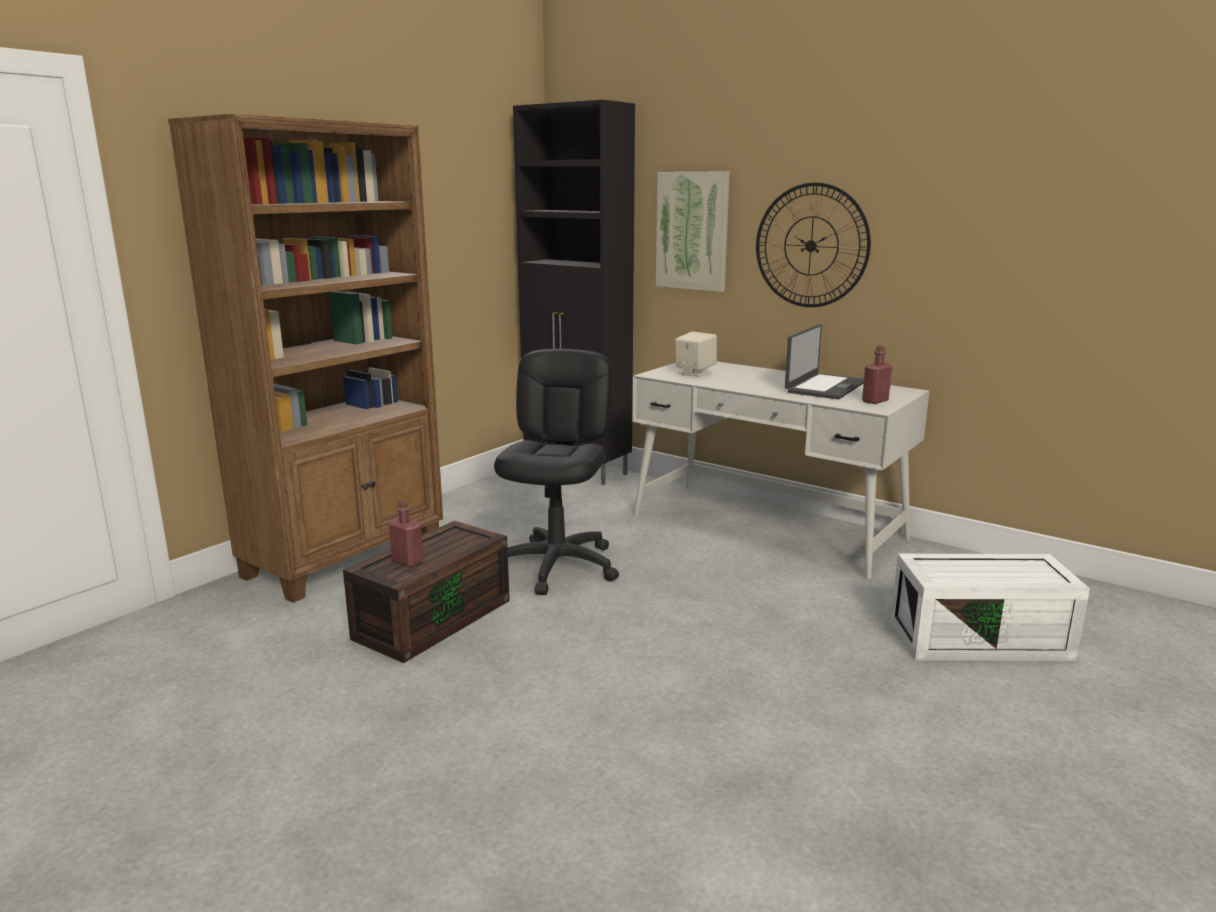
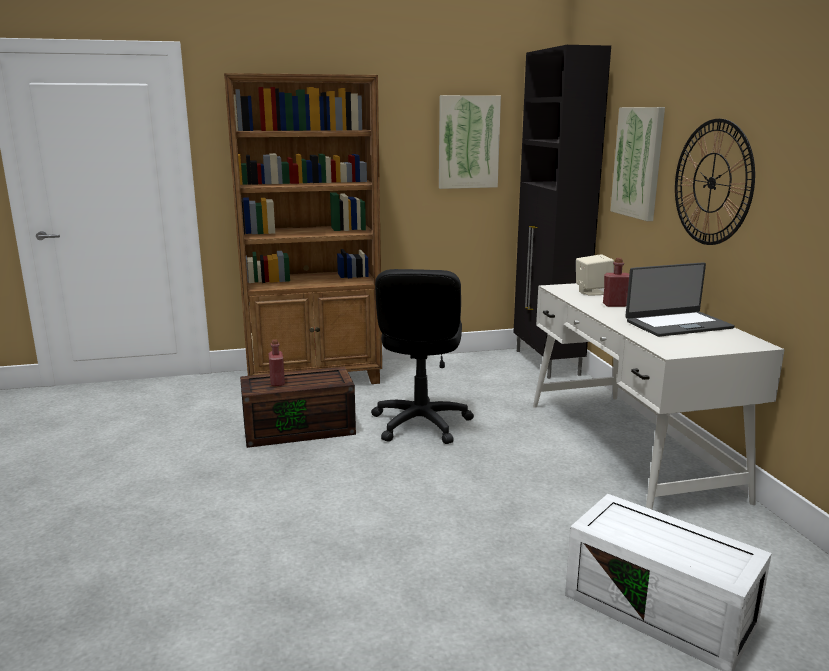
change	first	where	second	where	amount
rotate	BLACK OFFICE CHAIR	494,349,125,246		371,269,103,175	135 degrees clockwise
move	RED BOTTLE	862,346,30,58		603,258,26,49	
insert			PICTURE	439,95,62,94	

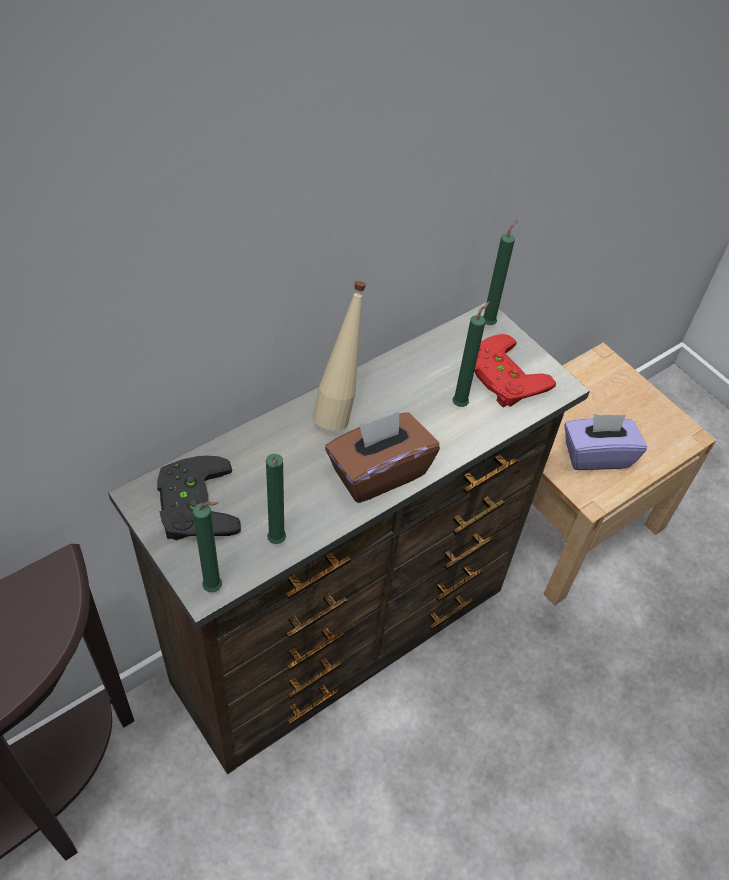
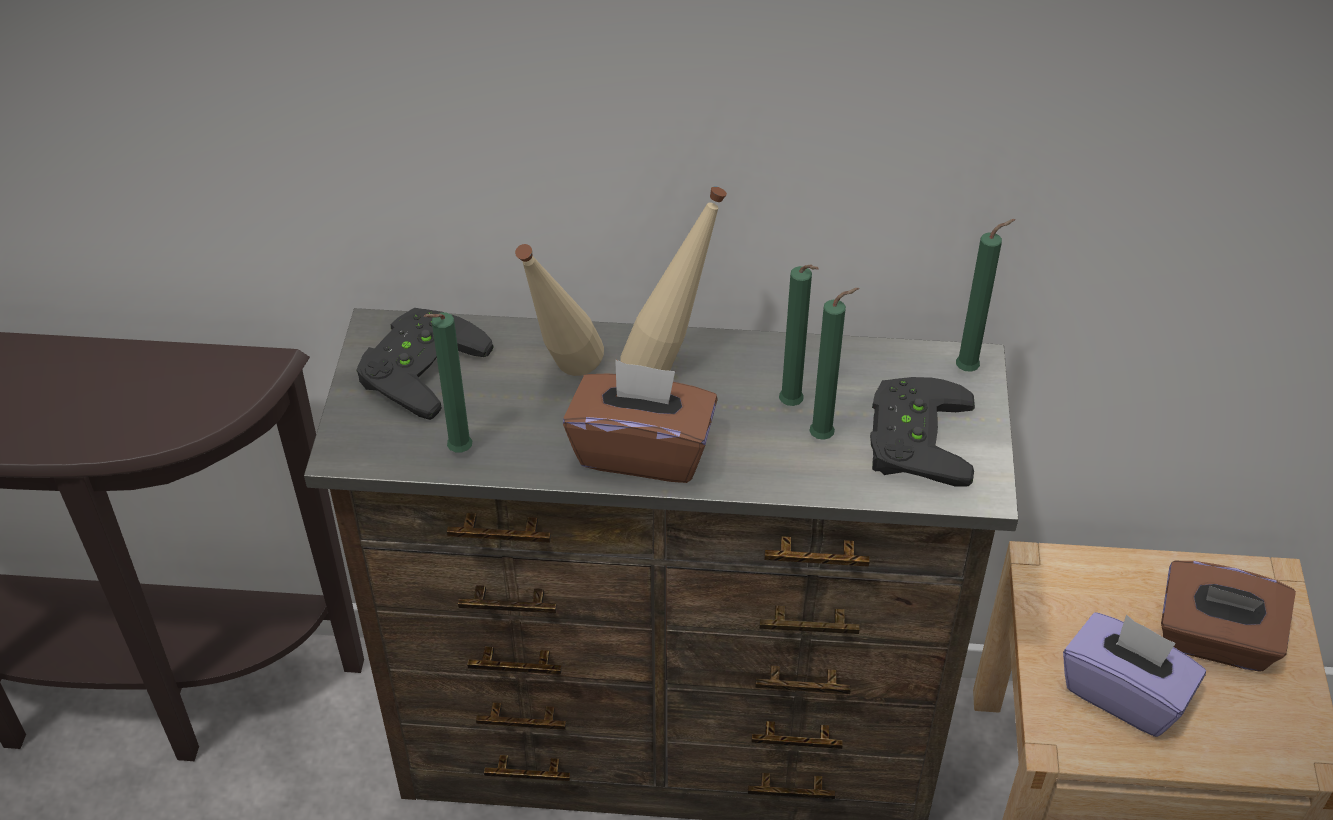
change	first	where	second	where	amount
move	GREEN CANDLE	193,501,29,91		779,264,40,142	
recolor	RED GAME CONTROLLER	474,334,82,73	BLACK GAME CONTROLLER	870,377,105,109	
insert			BEIGE BOTTLE	515,244,89,132	
insert			BROWN TISSUE BOX	1161,561,135,111	

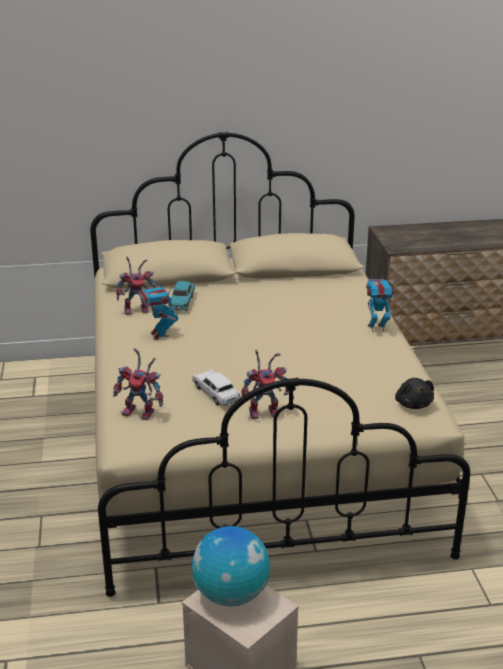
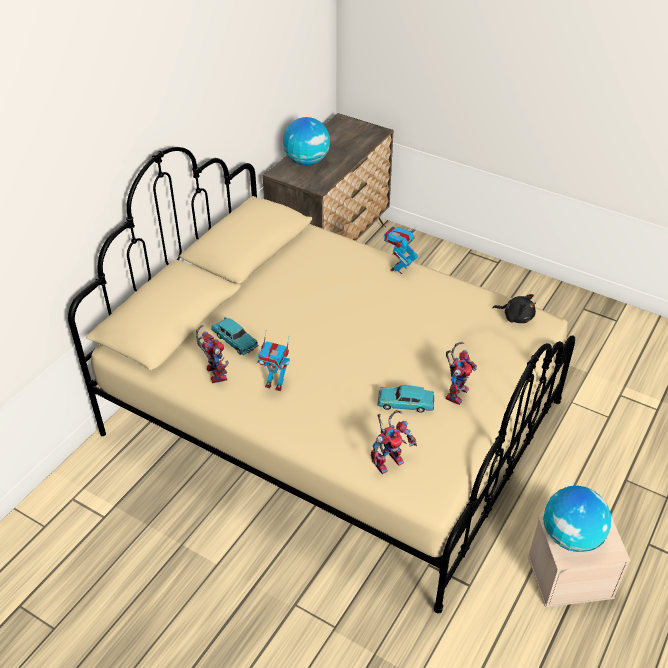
change	first	where	second	where	amount
rotate	TOY ROBOT	116,256,41,59		196,325,33,58	45 degrees counterclockwise
recolor	WHITE TOY CAR	192,369,49,37	TURQUOISE TOY CAR	377,385,57,28	
insert			GLOBE	283,117,47,48	

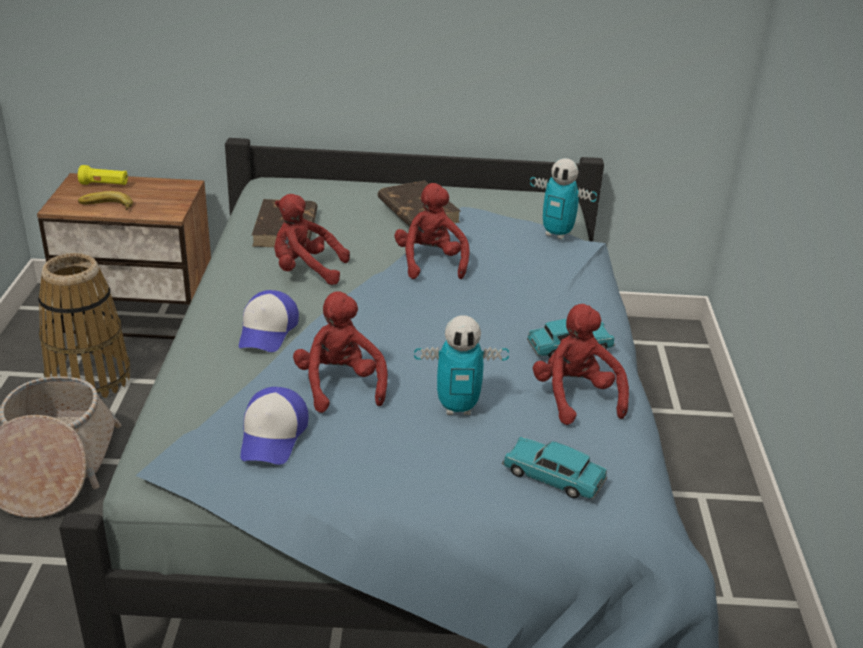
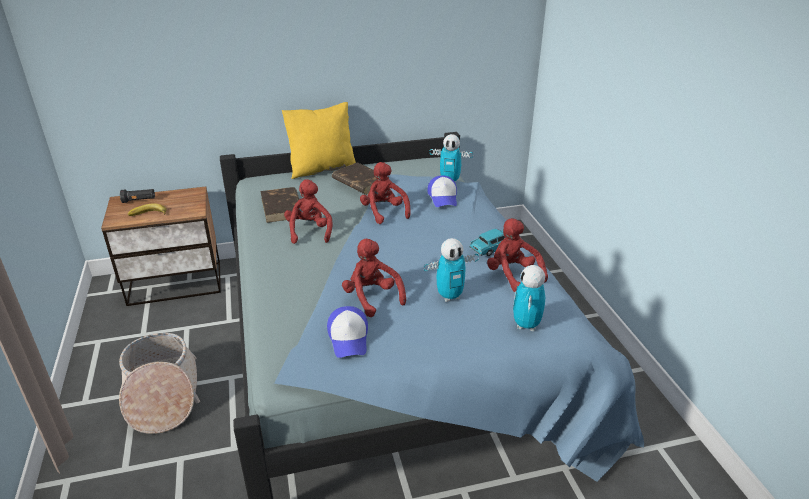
change	first	where	second	where	amount
delete	BASKET	38,253,93,145			
recolor	YELLOW FLASHLIGHT	78,165,50,20	BLACK FLASHLIGHT	120,189,35,14	
move	CAP	239,290,60,62		427,176,30,31	
rotate	RED PLUSH TOY	274,194,76,91		284,179,49,65	90 degrees clockwise
replace	TURQUOISE TOY CAR	502,437,105,63	TOY ROBOT	513,265,32,66	
insert			YELLOW PILLOW	282,102,74,77	

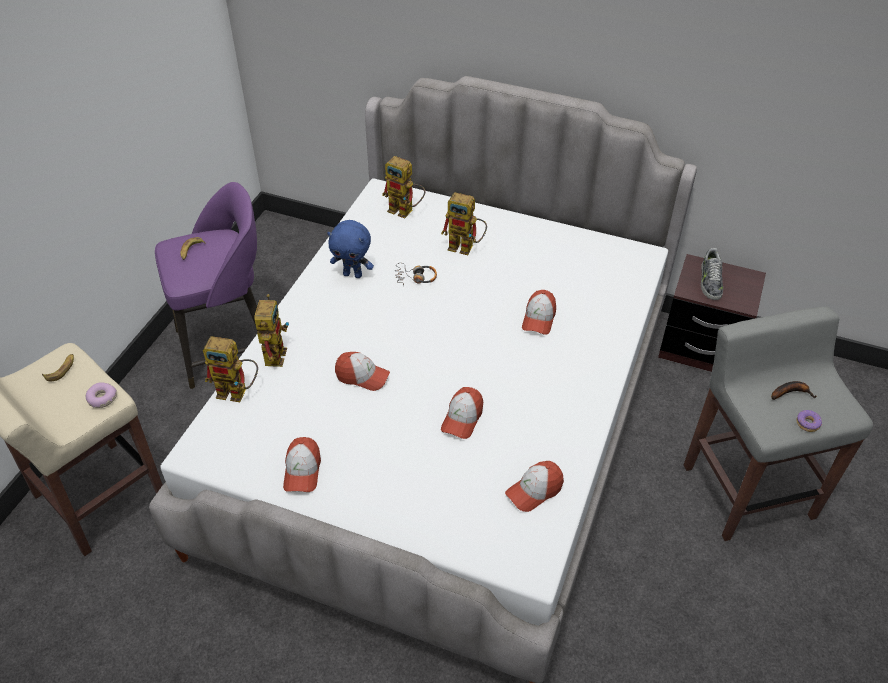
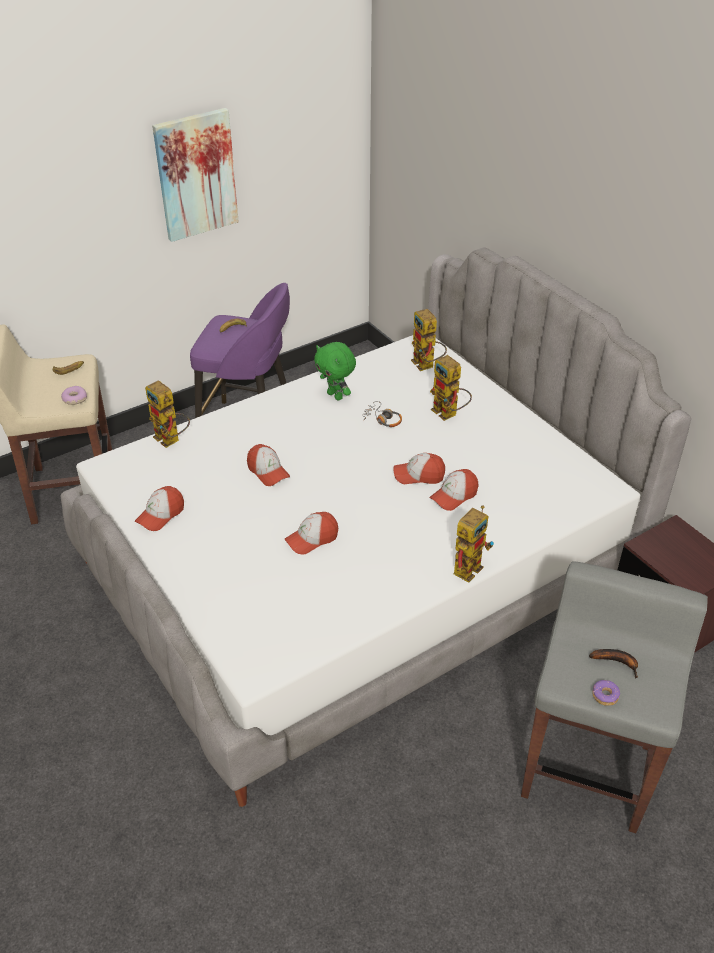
change	first	where	second	where	amount
move	TOY ROBOT	255,294,34,73		454,505,40,78	
recolor	BLUE PLUSH TOY	327,220,47,58	GREEN PLUSH TOY	314,342,42,58	
move	CAP	505,461,59,51		393,453,52,31	
delete	SHOE	701,248,22,52			
insert			PICTURE	152,108,87,134	

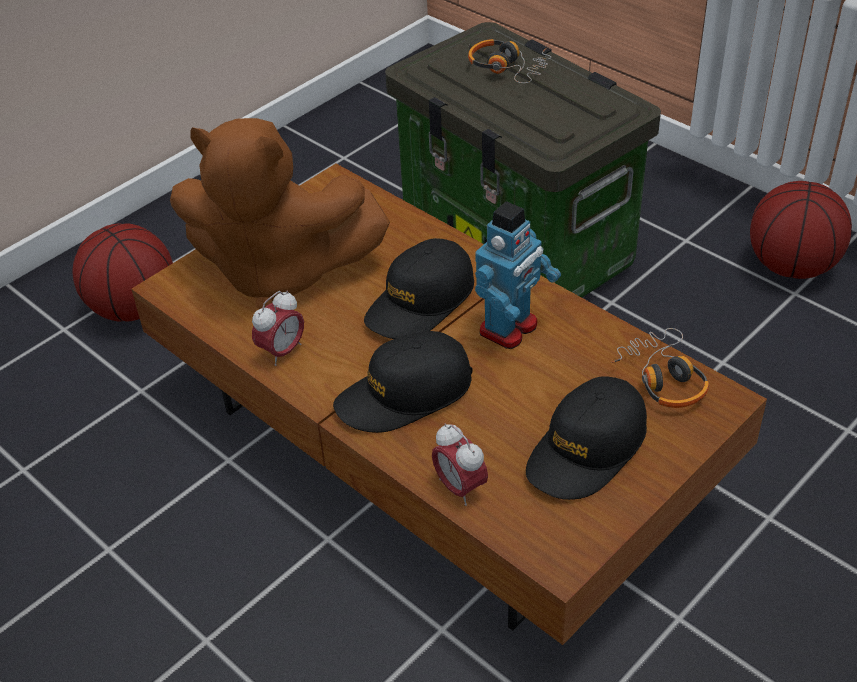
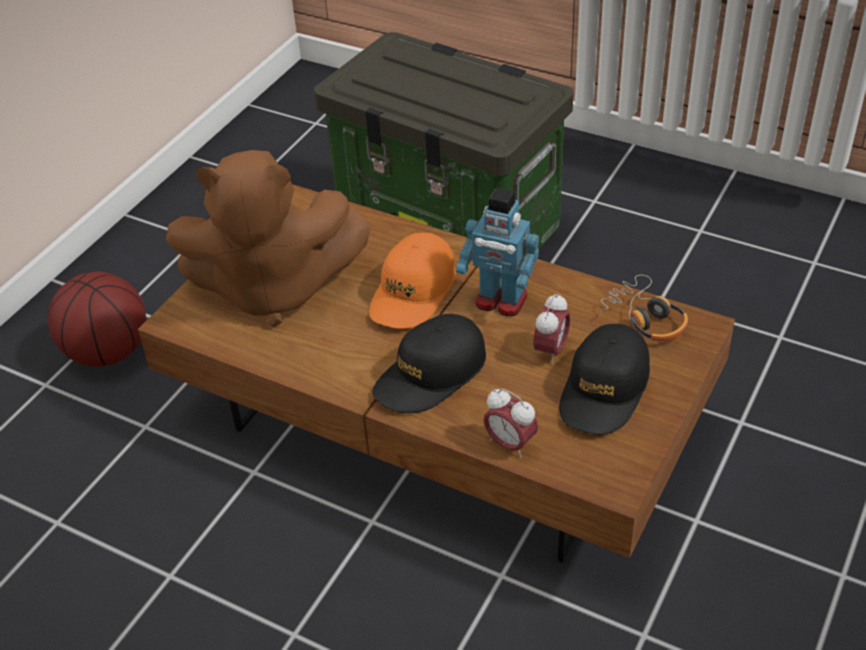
change	first	where	second	where	amount
move	ALARM CLOCK	252,290,52,76		533,293,37,71	
recolor	BLACK CAP	364,238,110,101	ORANGE CAP	369,233,87,96	
delete	HEADPHONES	468,39,83,44			
rotate	TOY ROBOT	475,201,86,148		456,187,83,129	90 degrees clockwise
delete	BASKETBALL	750,181,102,98			

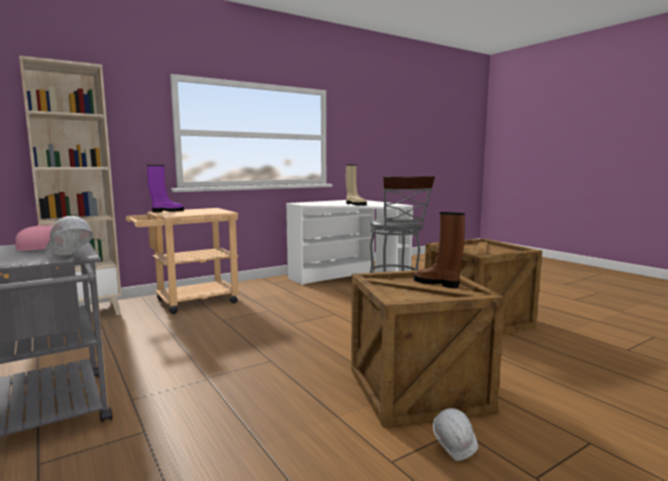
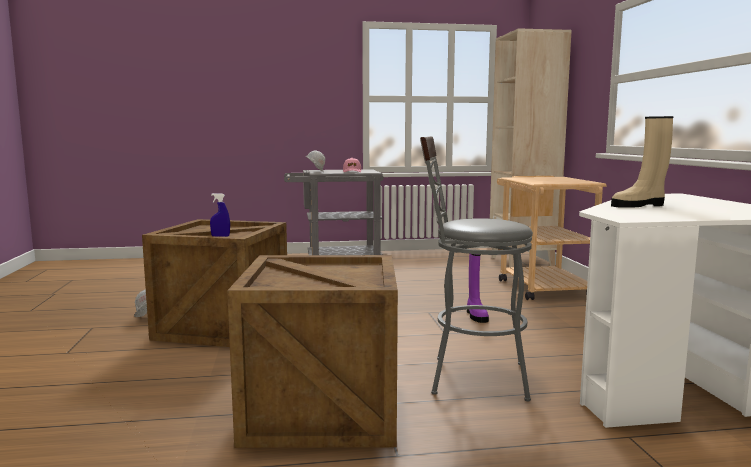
change	first	where	second	where	amount
move	PURPLE BOOT	147,165,37,48		467,254,22,69	
replace	BROWN BOOT	414,212,51,76	BLUE SPRAY BOTTLE	210,193,20,44	

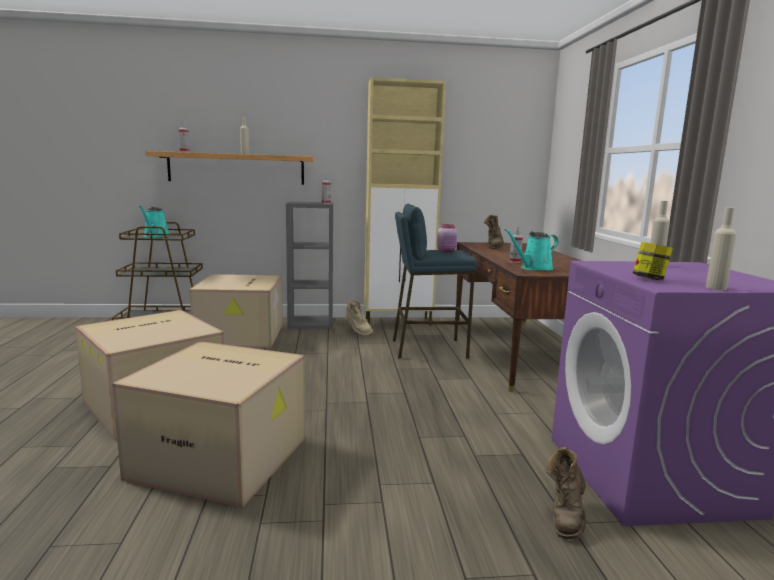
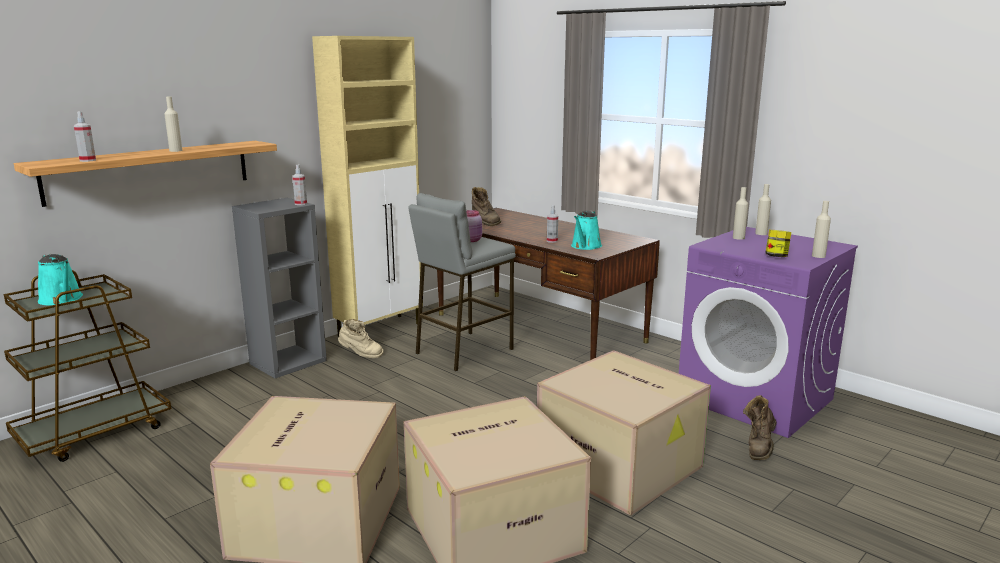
change	first	where	second	where	amount
move	CARDBOARD BOX	189,274,94,74		537,350,174,166	
recolor	BLUE STOOL	393,204,84,155	GREY STOOL	408,193,108,179	
rotate	BROWN BOOT	545,447,41,92		743,395,33,65	45 degrees clockwise
insert			BEIGE BOTTLE	755,184,16,51	

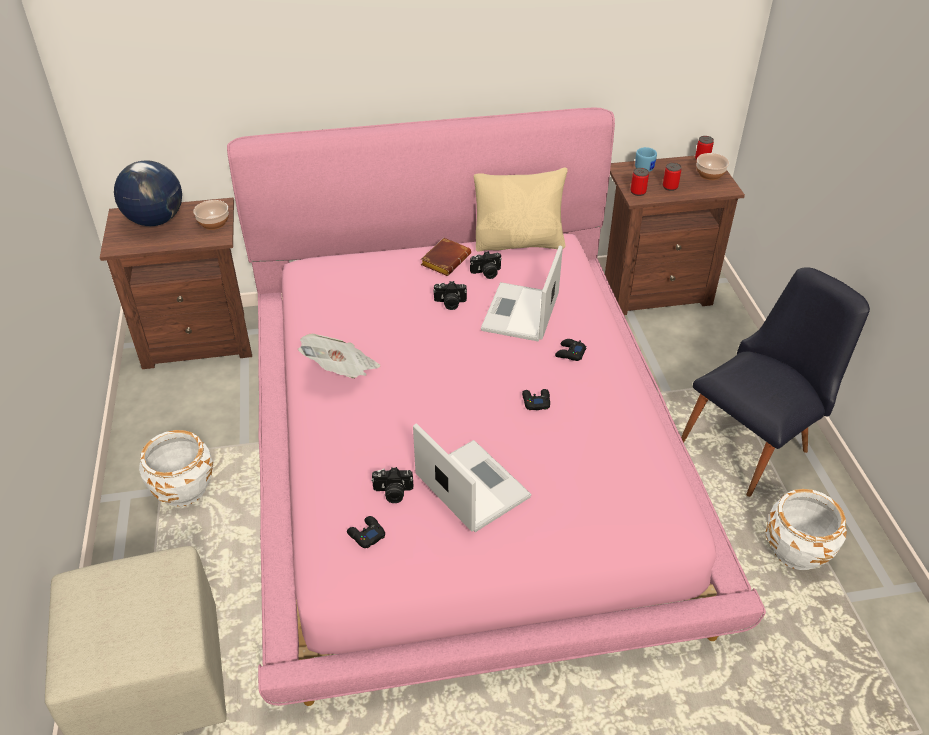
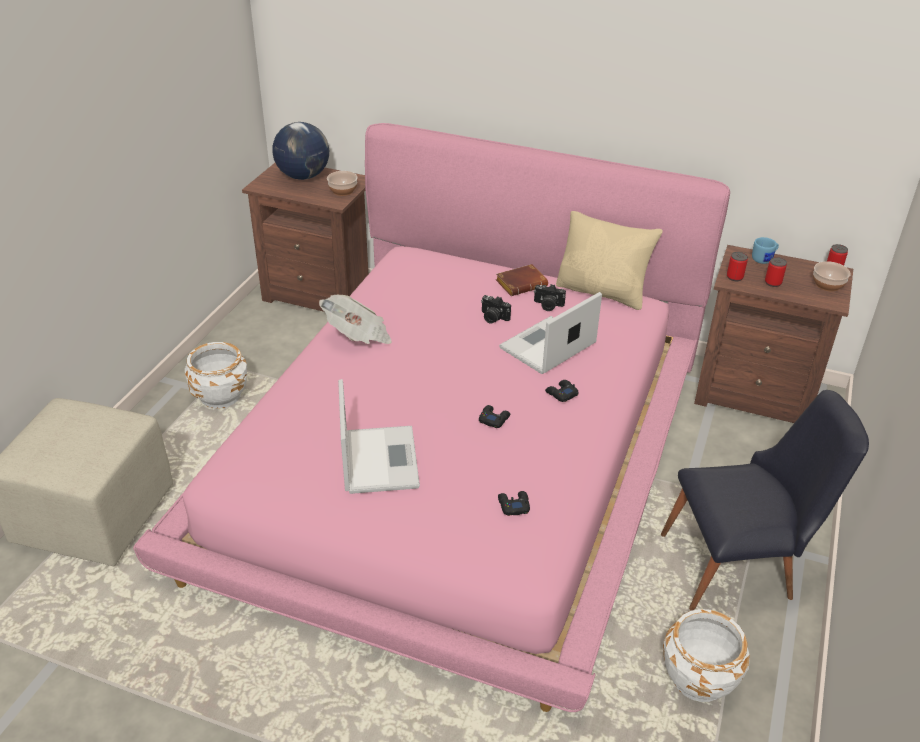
change	first	where	second	where	amount
move	BLACK GAME CONTROLLER	347,516,38,33		498,491,32,25	
delete	PHOTO CAMERA	371,467,43,36			

